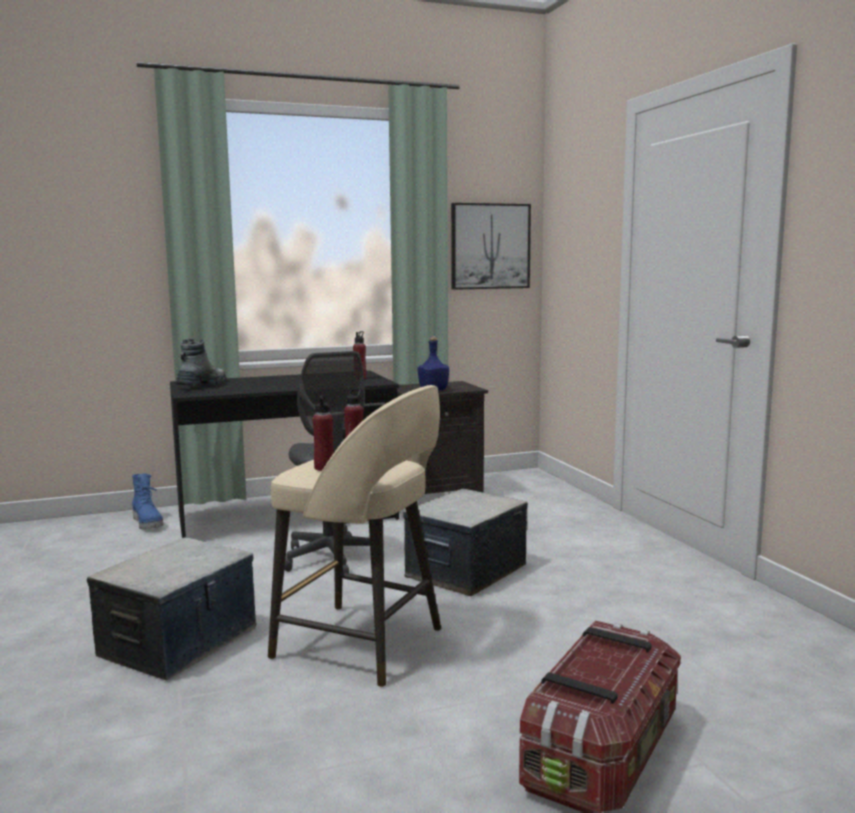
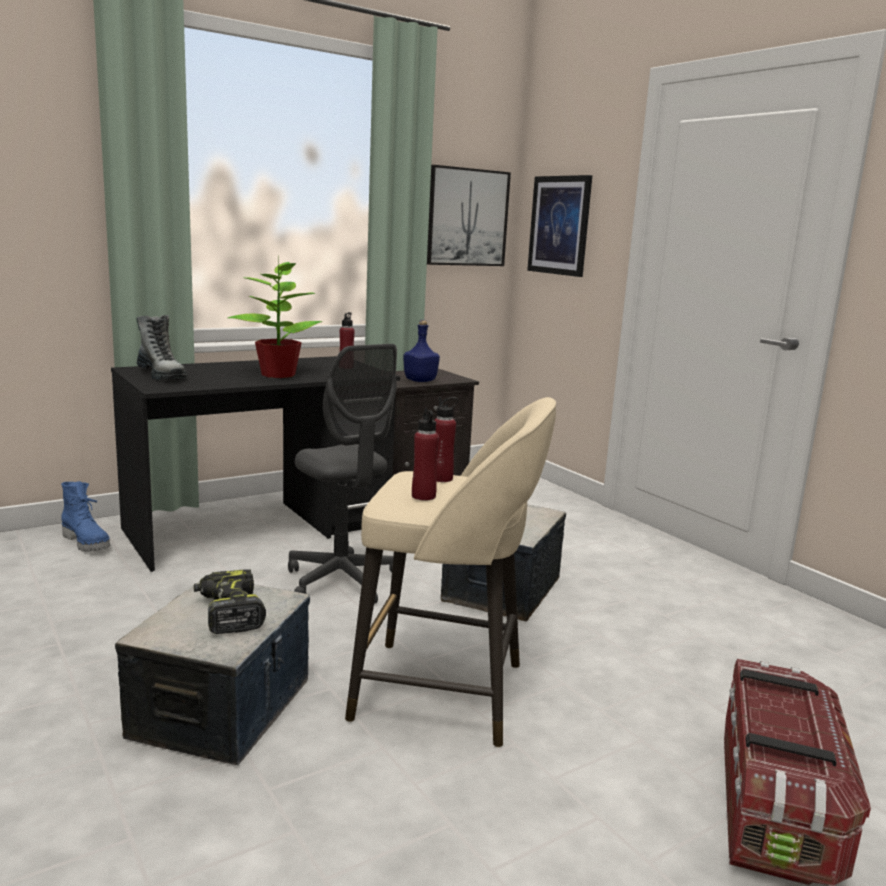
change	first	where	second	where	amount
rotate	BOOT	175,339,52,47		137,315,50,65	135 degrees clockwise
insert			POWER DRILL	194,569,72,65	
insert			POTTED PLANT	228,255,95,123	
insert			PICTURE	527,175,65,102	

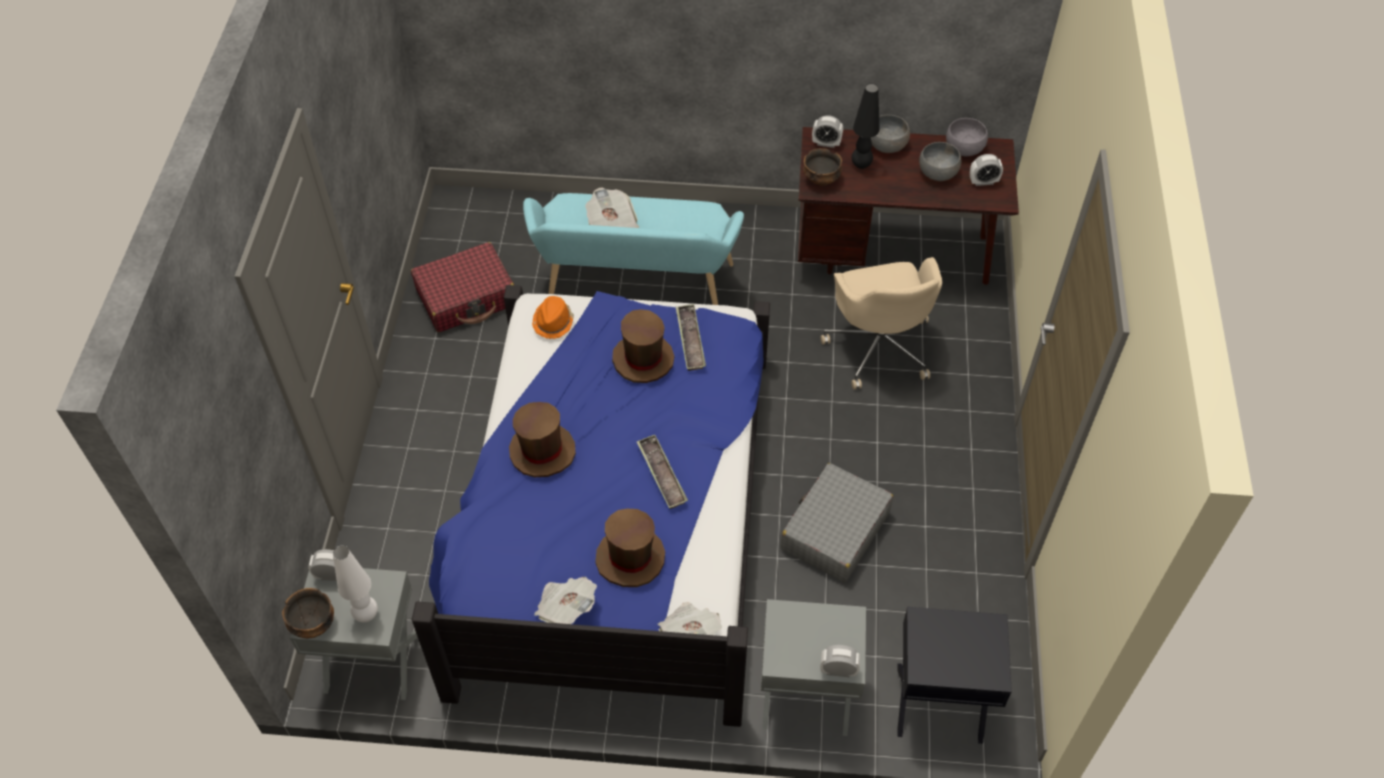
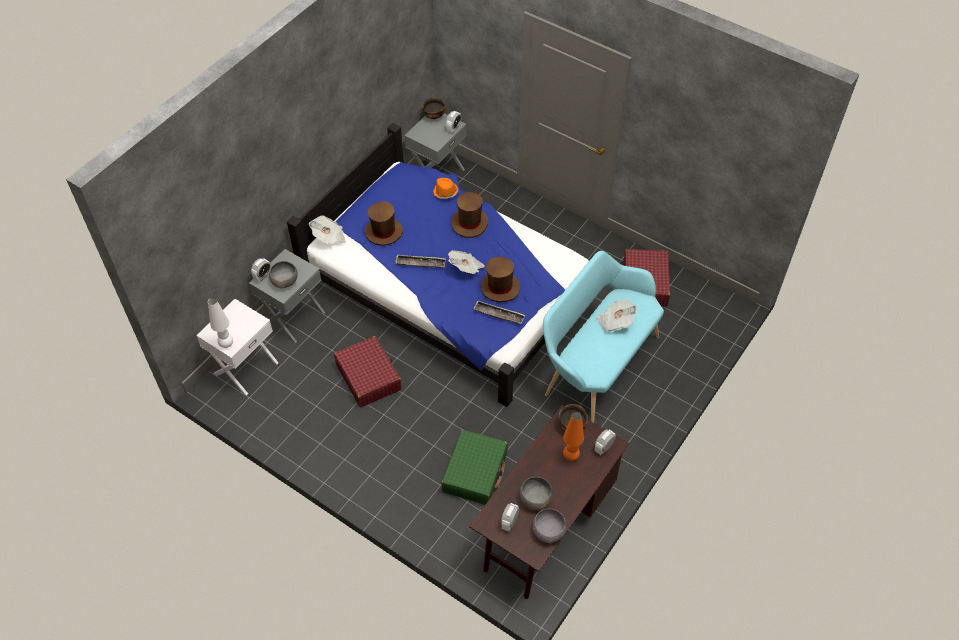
change	first	where	second	where	amount
move	WHITE TABLE LAMP	333,546,45,76		208,298,25,50	
move	ORANGE HAT	532,296,42,43		433,178,25,21	
move	NEWSPAPER	534,577,63,47		448,250,37,24	
recolor	GREY SUITCASE	780,463,113,120	RED SUITCASE	334,336,67,71	
replace	BEIGE OFFICE CHAIR	821,257,121,132	GREEN SUITCASE	441,430,67,75	
recolor	BLACK TABLE LAMP	852,84,28,85	ORANGE TABLE LAMP	563,412,21,49	
move	GREY BOWL	871,115,39,38		269,261,29,27	
recolor	BLACK NIGHTSTAND	897,607,115,137	WHITE NIGHTSTAND	196,299,82,97	

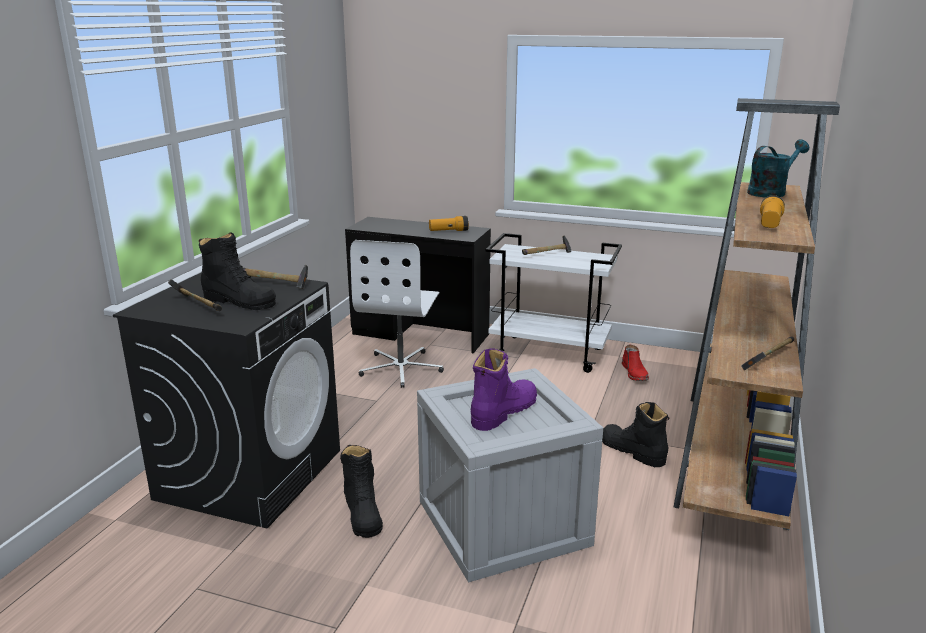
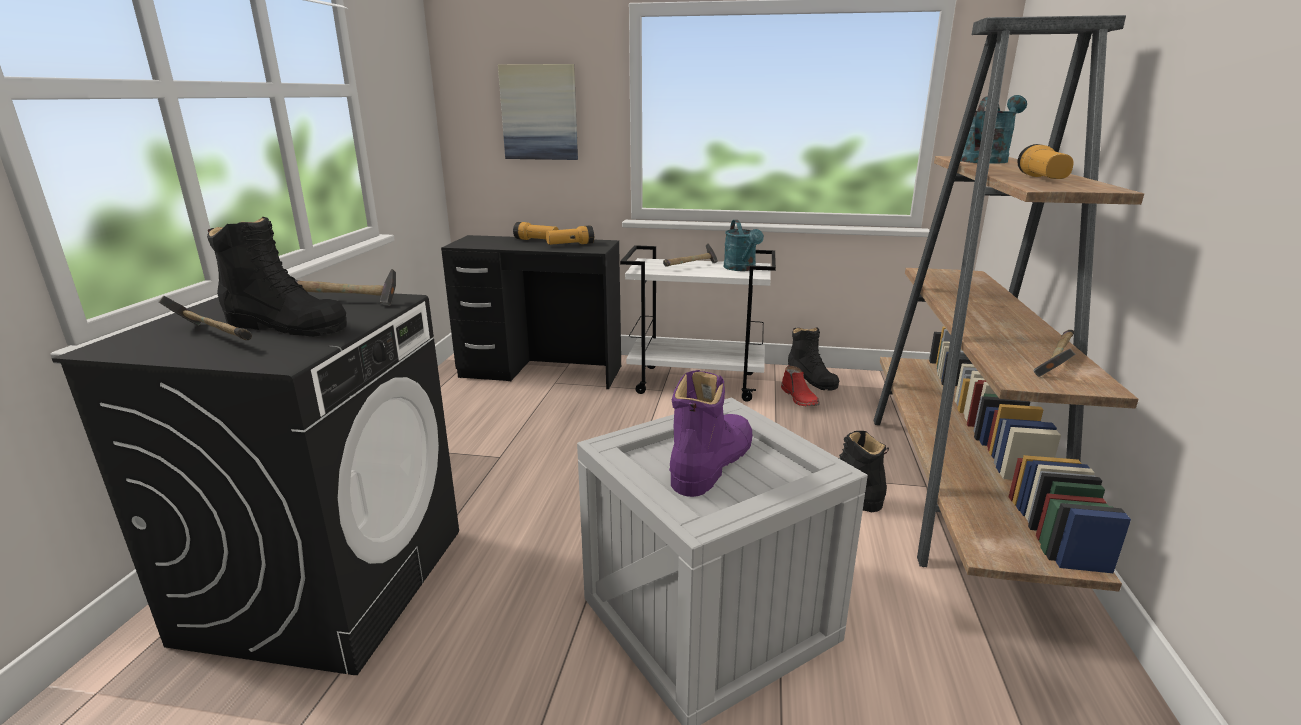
change	first	where	second	where	amount
move	BLACK BOOT	340,445,43,93		788,327,51,63	
delete	WHITE OFFICE CHAIR	350,240,94,148			
insert			PICTURE	498,64,80,96	
insert			FLASHLIGHT	513,222,46,18	
insert			TURQUOISE WATERING CAN	724,220,40,51	

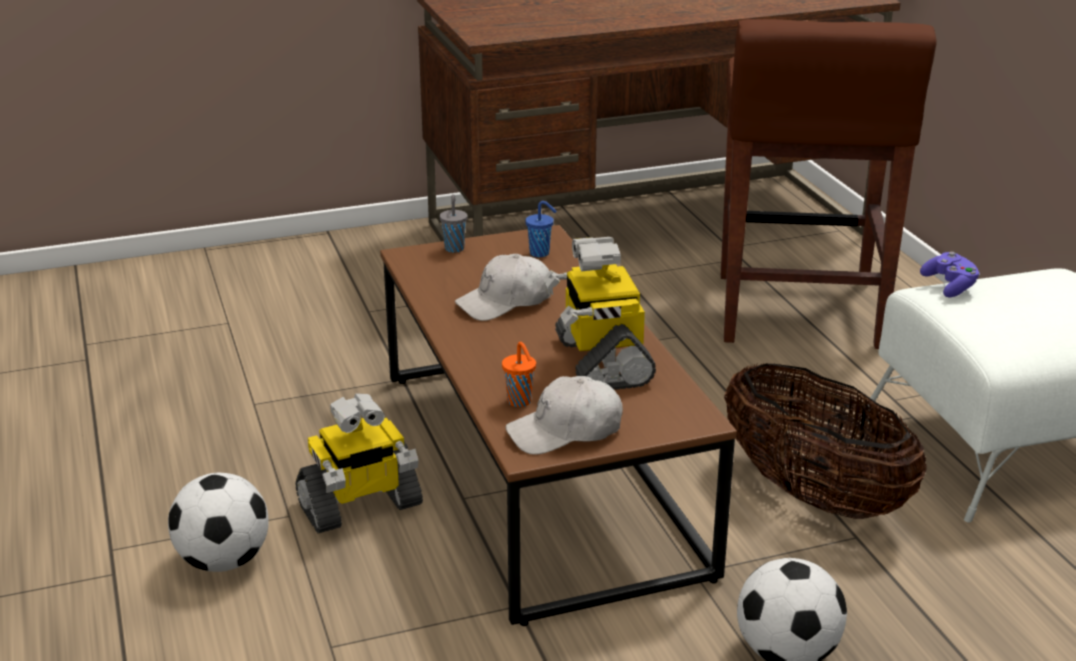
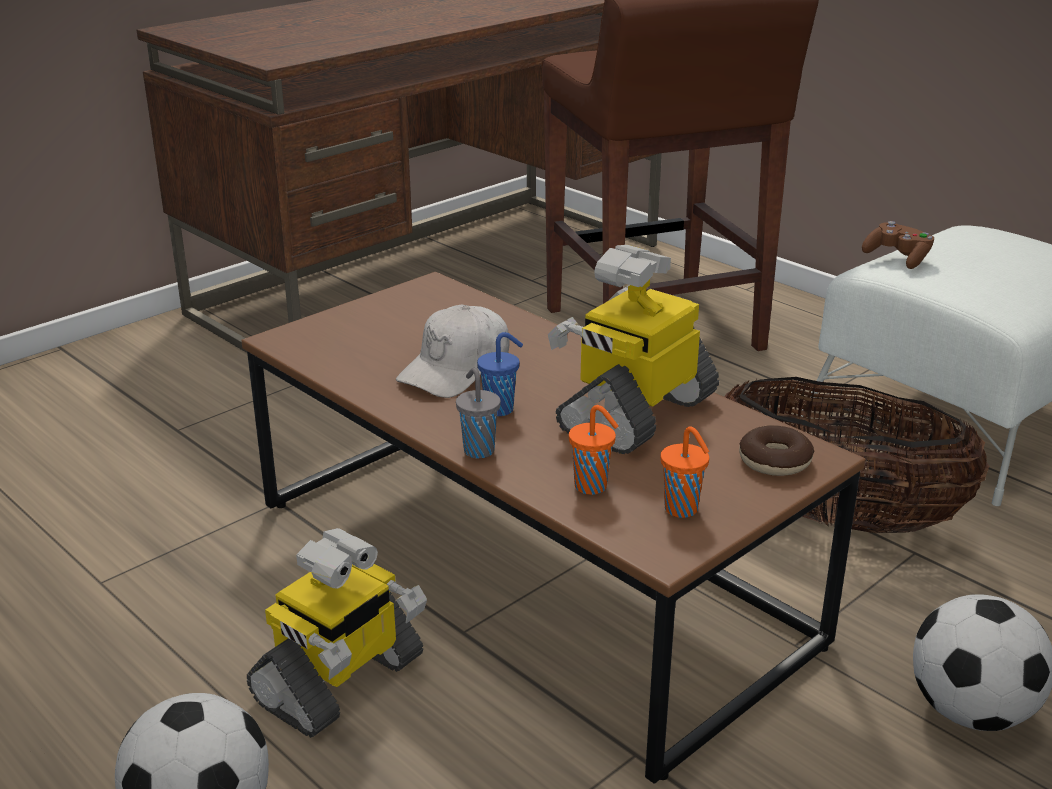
change	first	where	second	where	amount
move	GREY CUP	439,194,29,59		456,368,45,90	
replace	WHITE CAP	506,376,117,79	ORANGE CUP	660,426,49,92	
move	BLUE CUP	525,201,32,56		477,332,46,84	
rotate	TOY ROBOT	543,237,113,153		548,245,171,209	75 degrees clockwise
recolor	PURPLE GAME CONTROLLER	920,252,60,45	BROWN GAME CONTROLLER	862,221,72,48	
insert			DONUT	739,425,76,51	

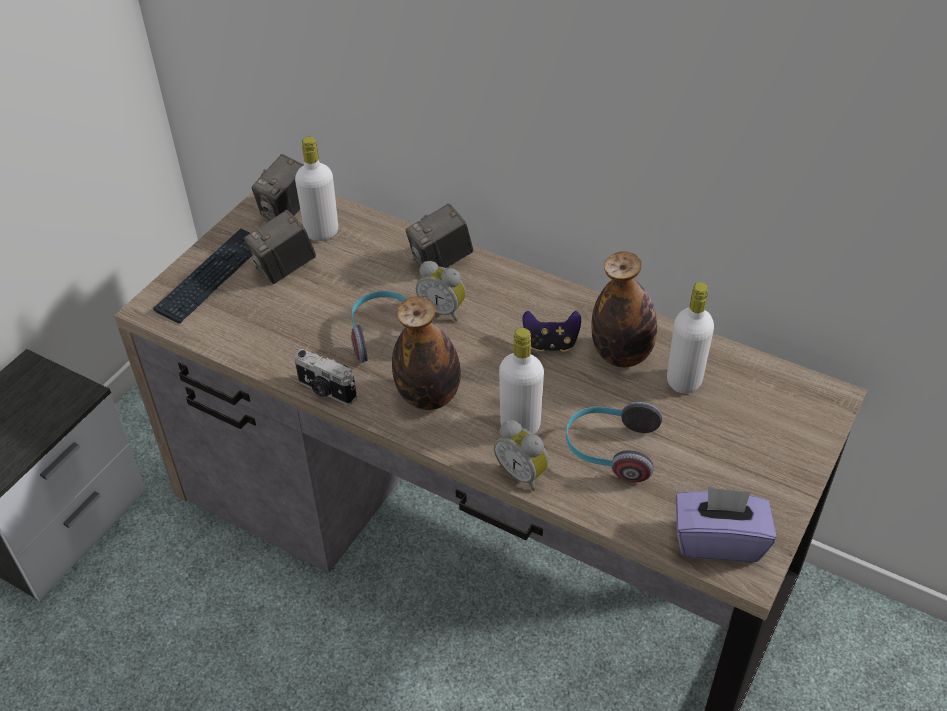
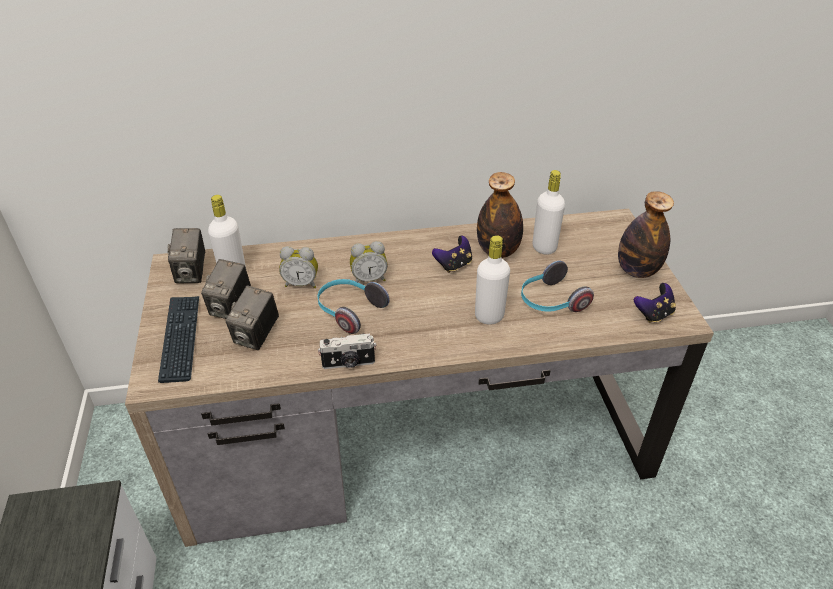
change	first	where	second	where	amount
move	BOTTLE	392,296,69,114		618,191,56,87	
move	PHOTO CAMERA	406,204,67,64		226,285,53,65	
move	ALARM CLOCK	494,420,54,71		279,246,39,42	
replace	PURPLE TISSUE BOX	676,486,100,76	GAME CONTROLLER	634,283,42,40	

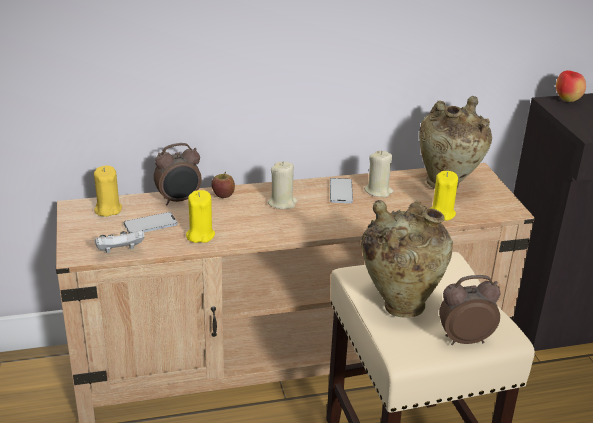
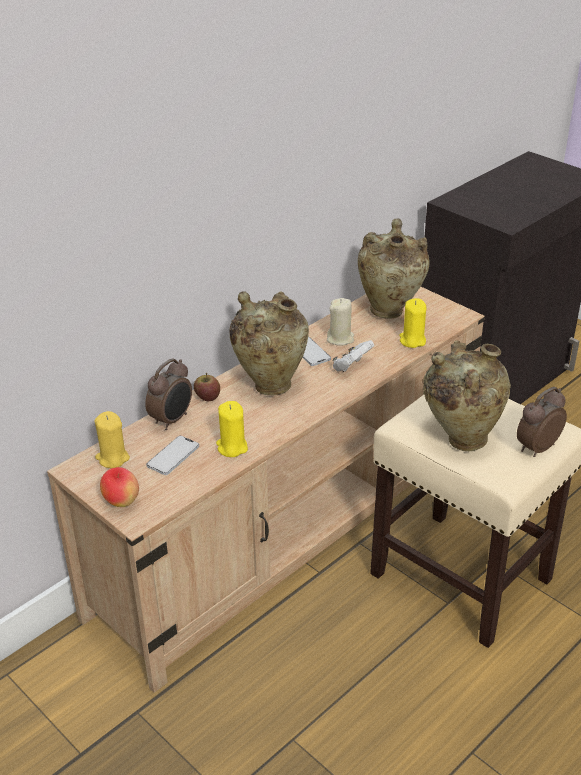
change	first	where	second	where	amount
move	WHITE GAME CONTROLLER	95,230,50,23		333,340,41,32	
replace	BEIGE CANDLE	268,161,29,48	BEIGE VASE	229,291,80,104	
move	APPLE	556,70,30,32		100,467,39,40	

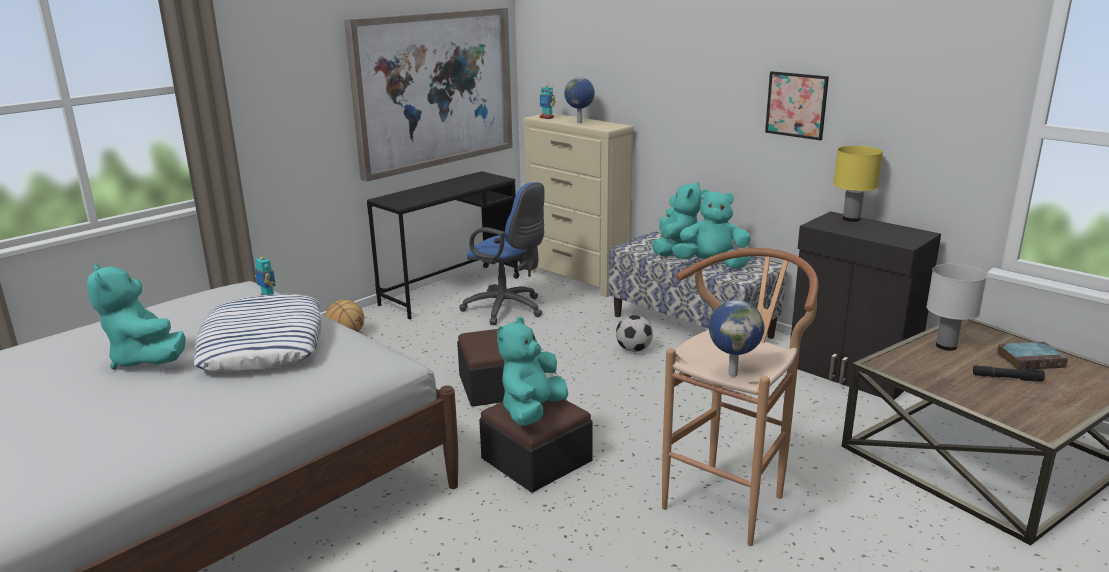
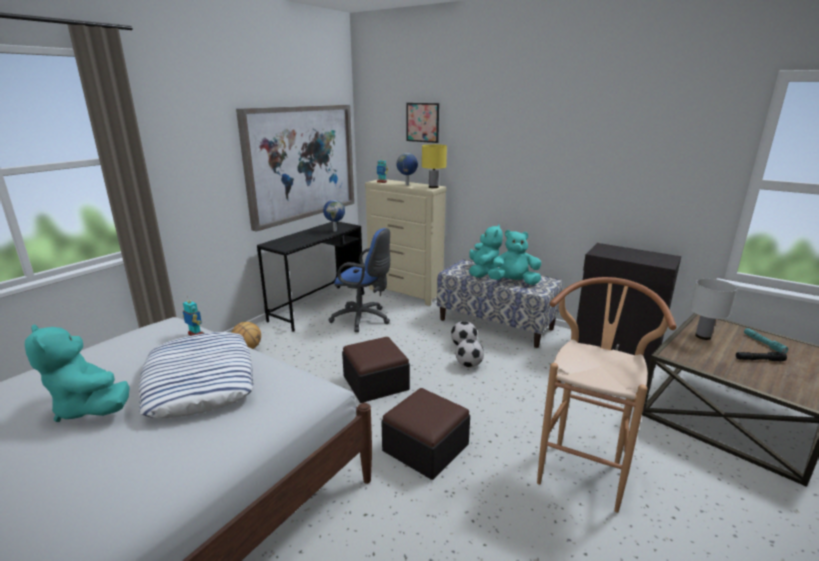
change	first	where	second	where	amount
delete	TURQUOISE PLUSH TOY	497,317,71,109			
move	GLOBE	709,300,55,76		323,200,22,32	
move	PICTURE	765,71,64,69		406,103,33,40	
move	YELLOW TABLE LAMP	833,146,50,76		422,144,25,44	
replace	BOOK	996,342,72,28	TURQUOISE FLASHLIGHT	744,328,44,25	
insert			FOOTBALL	455,339,29,28	

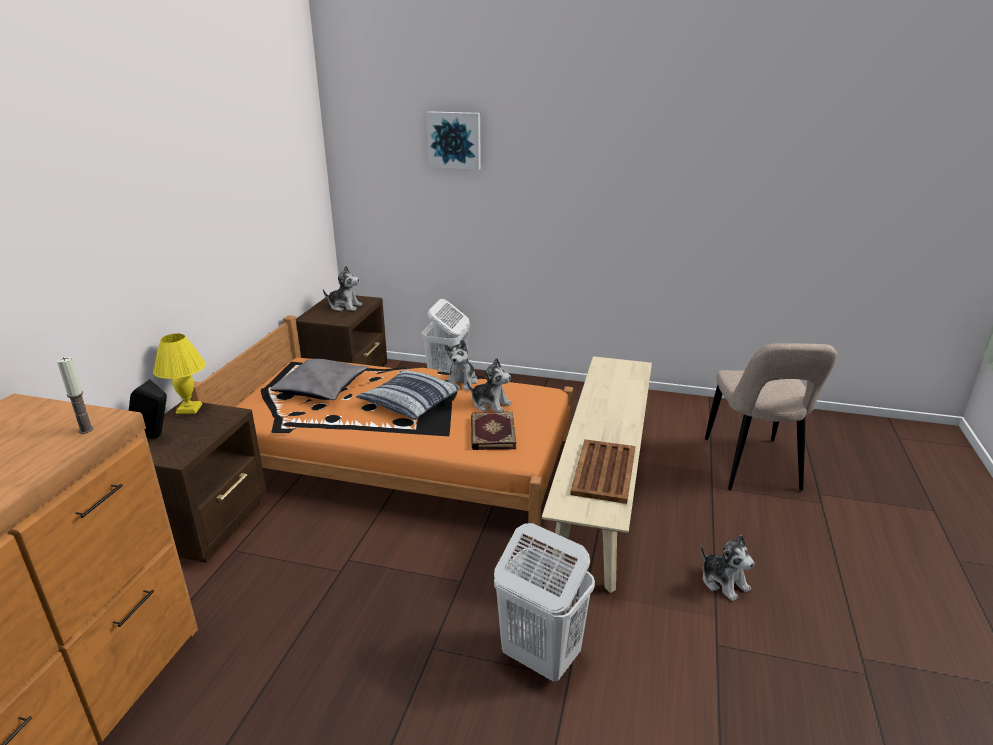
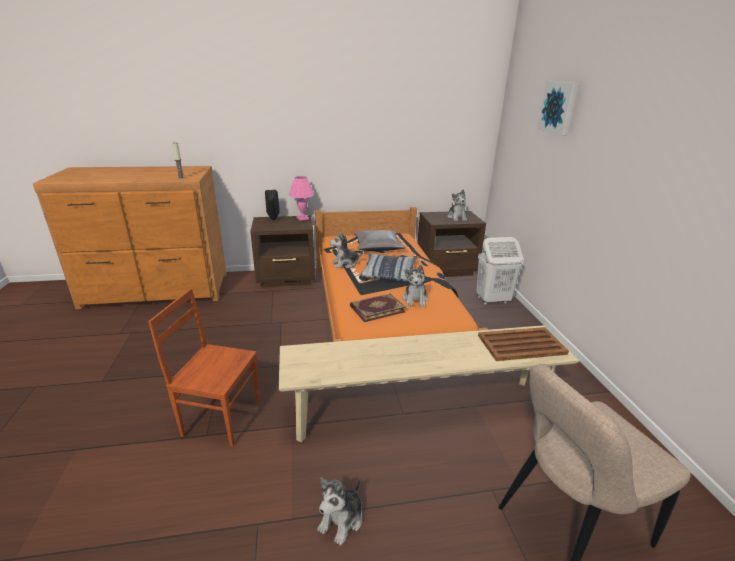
change	first	where	second	where	amount
recolor	YELLOW TABLE LAMP	153,334,53,80	PINK TABLE LAMP	289,176,26,45	
move	PLUSH TOY	444,340,34,51		330,232,33,36	
replace	WHITE LAUNDRY BASKET	494,523,101,158	BROWN CHAIR	148,288,112,158	
move	BROWN TRAY	570,439,65,65		478,327,91,34	

